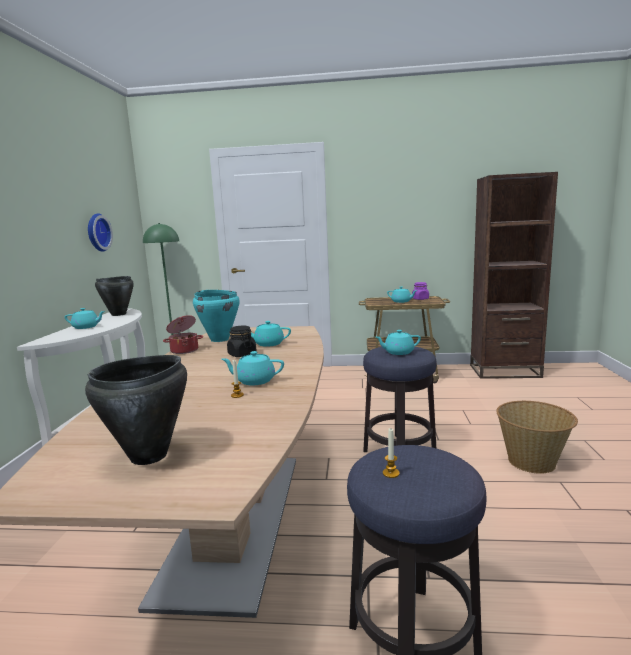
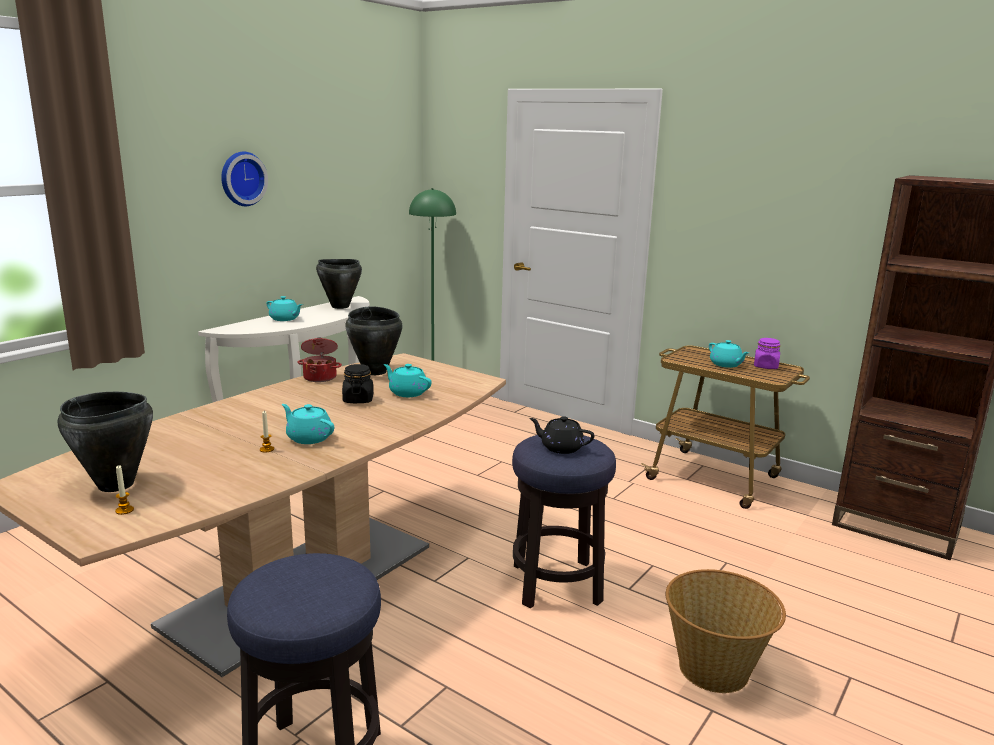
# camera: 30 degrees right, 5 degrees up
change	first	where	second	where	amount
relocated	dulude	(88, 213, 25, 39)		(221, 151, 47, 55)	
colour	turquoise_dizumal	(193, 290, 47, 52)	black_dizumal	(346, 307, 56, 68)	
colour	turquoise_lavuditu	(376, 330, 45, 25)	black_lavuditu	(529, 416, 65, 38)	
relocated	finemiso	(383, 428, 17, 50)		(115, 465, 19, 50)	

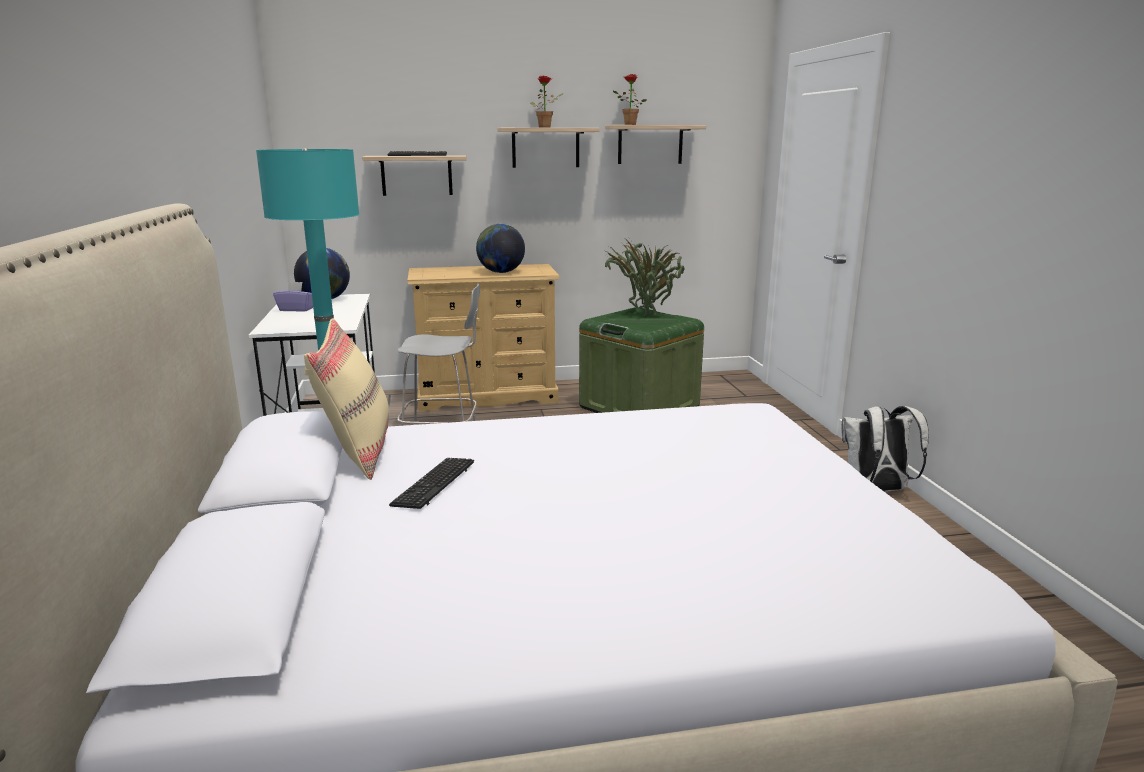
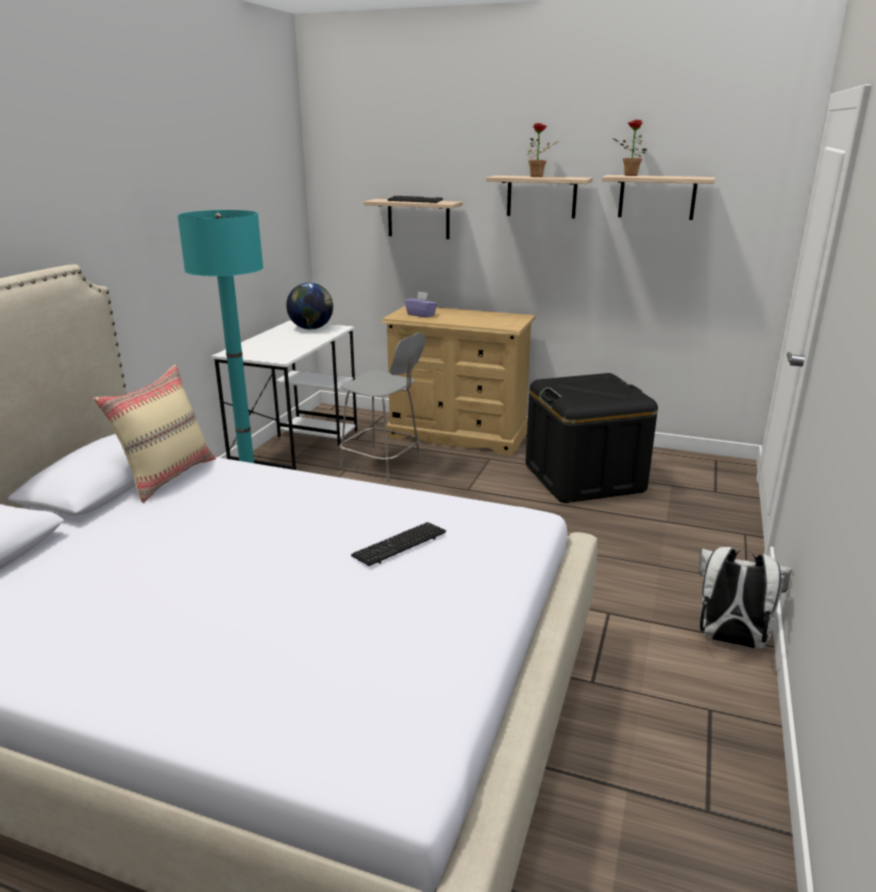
# camera: 30 degrees right, 5 degrees up
change	first	where	second	where	amount
missing	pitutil	(476, 224, 49, 49)			
missing	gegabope	(605, 241, 79, 76)			
relocated	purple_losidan	(273, 282, 40, 30)		(405, 291, 33, 27)	
colour	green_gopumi	(579, 307, 125, 106)	black_gopumi	(526, 373, 132, 130)	
relocated	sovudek	(389, 458, 85, 51)		(351, 522, 95, 44)	

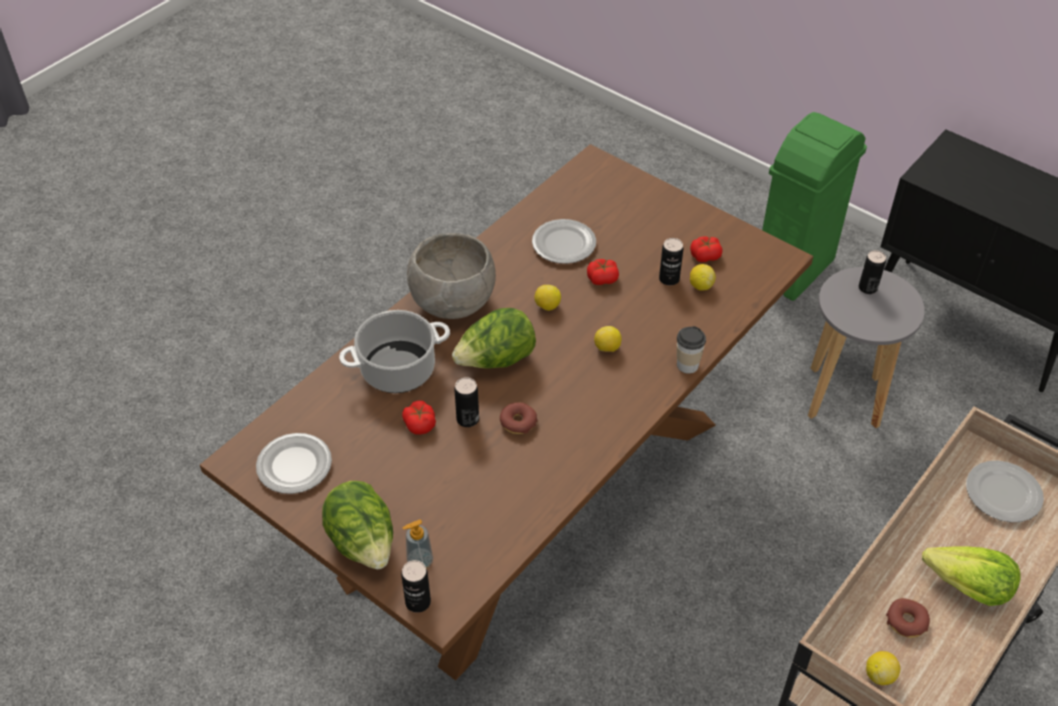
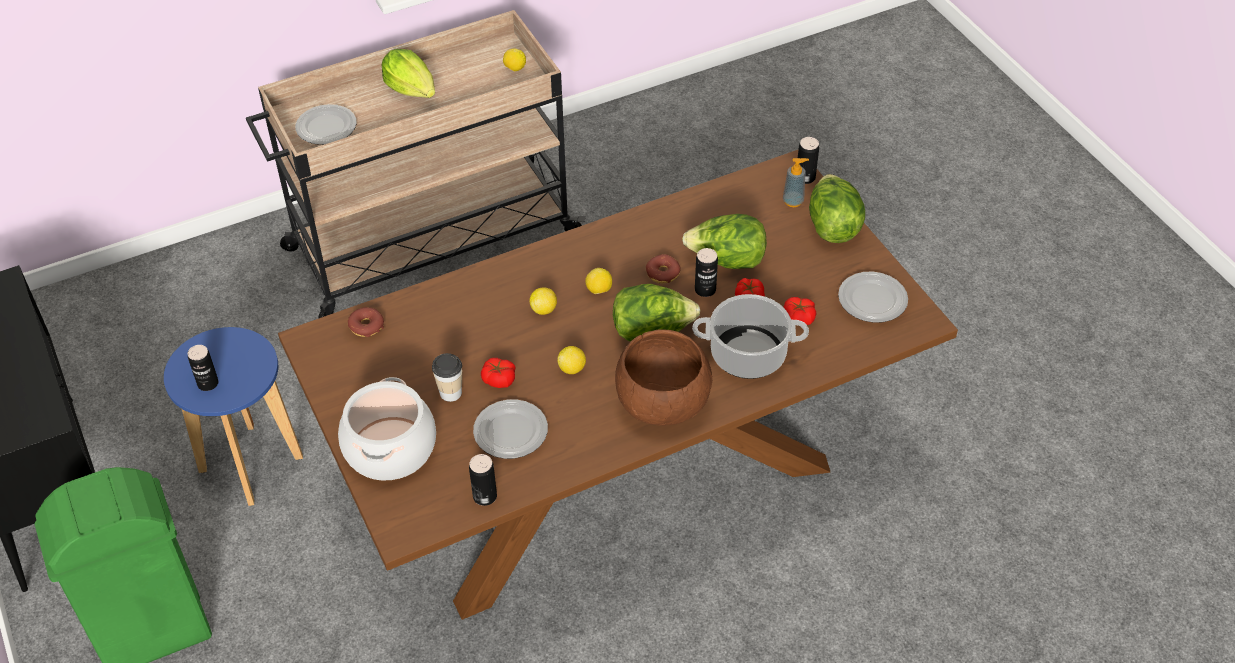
# camera: 155 degrees left, 0 degrees up
change	first	where	second	where	amount
colour	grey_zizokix	(407, 233, 89, 86)	brown_zizokix	(615, 329, 97, 97)	
relocated	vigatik	(690, 236, 32, 26)		(784, 297, 32, 28)	
relocated	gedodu	(659, 238, 25, 47)		(469, 454, 28, 52)	
relocated	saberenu	(690, 264, 26, 27)		(585, 268, 27, 26)	
colour	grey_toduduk	(808, 267, 117, 161)	blue_toduduk	(164, 327, 139, 179)	
relocated	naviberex	(677, 326, 29, 48)		(432, 353, 30, 49)	
relocated	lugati	(886, 598, 44, 40)		(348, 307, 36, 30)	
appeared			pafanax	(682, 214, 85, 55)	
appeared			dizumal	(338, 377, 98, 103)	

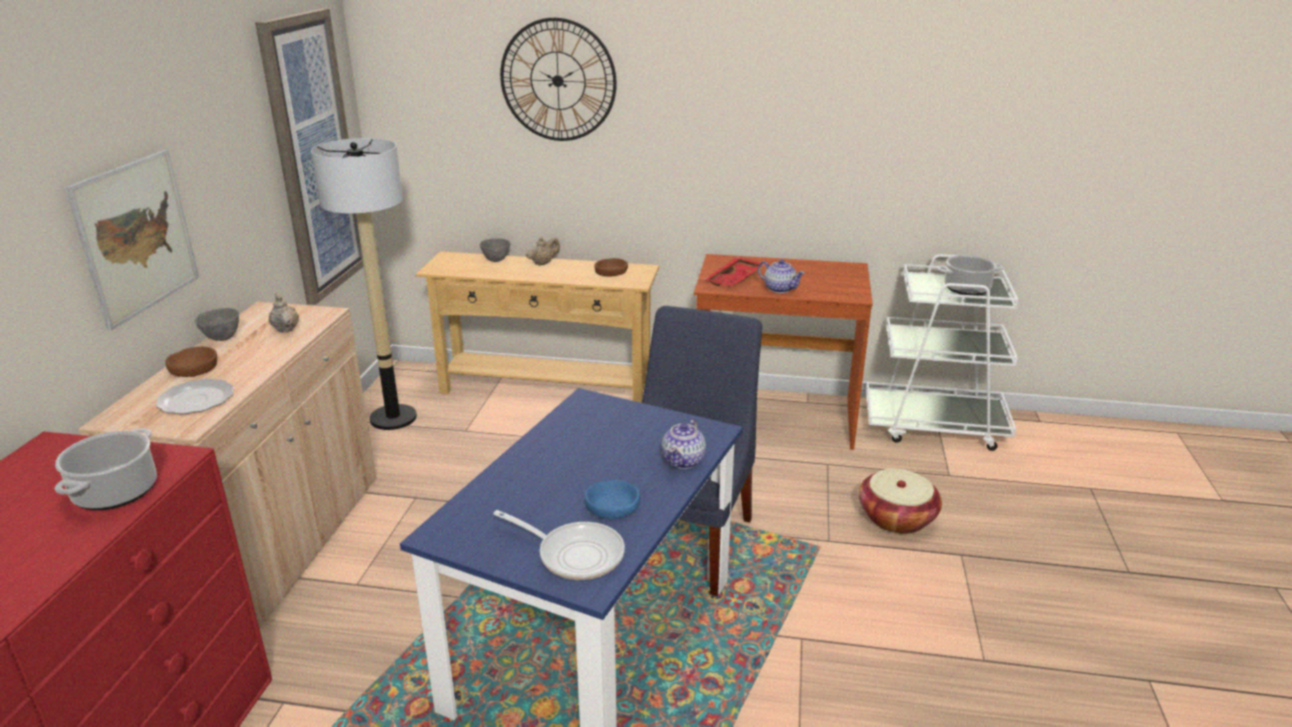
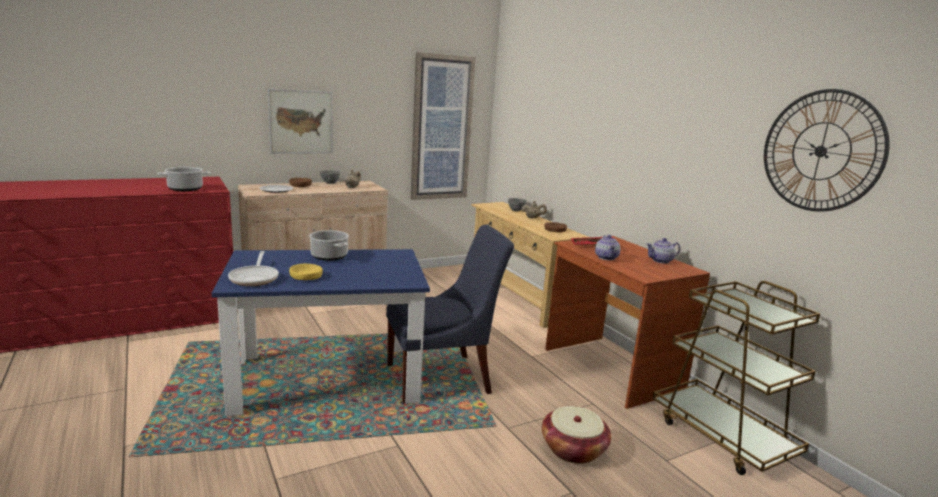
# camera: 50 degrees right, 10 degrees down
change	first	where	second	where	amount
relocated	dulude	(500, 17, 117, 124)		(764, 89, 126, 123)	
missing	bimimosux	(311, 138, 106, 292)			
colour	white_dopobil	(866, 254, 152, 197)	brown_dopobil	(653, 281, 167, 194)	
relocated	dizumal	(937, 255, 67, 41)		(309, 230, 40, 31)	
relocated	lavuditu	(661, 418, 45, 51)		(646, 238, 34, 26)	
colour	blue_zizokix	(585, 480, 55, 39)	yellow_zizokix	(289, 264, 34, 16)	

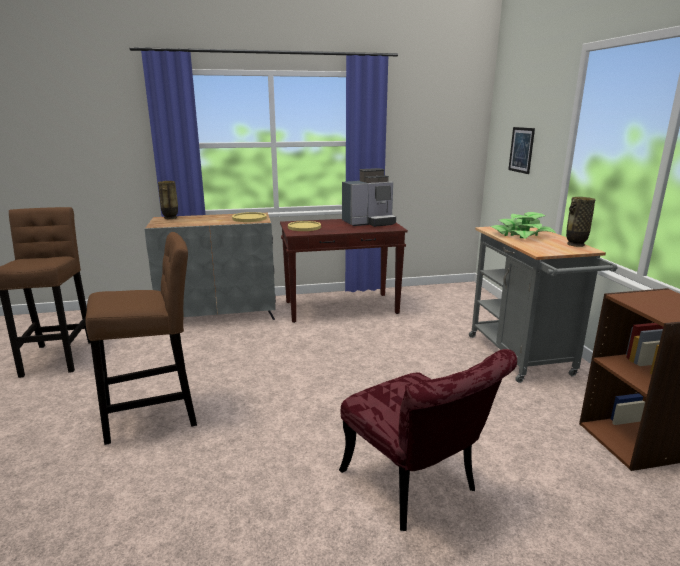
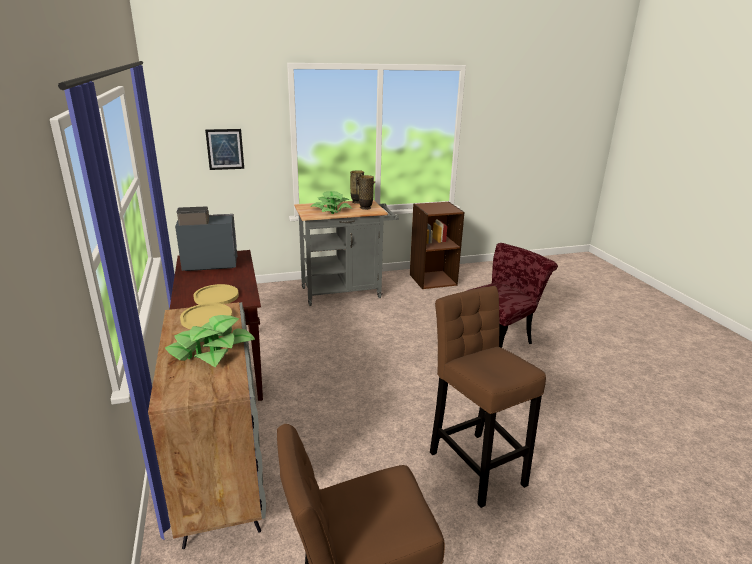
# camera: 95 degrees left, 5 degrees up
change	first	where	second	where	amount
spun	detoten	(342, 168, 54, 59)		(175, 207, 63, 64)	75 degrees counterclockwise
relocated	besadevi	(158, 181, 20, 38)		(356, 175, 19, 35)	
appeared			gegabope	(165, 315, 90, 52)	

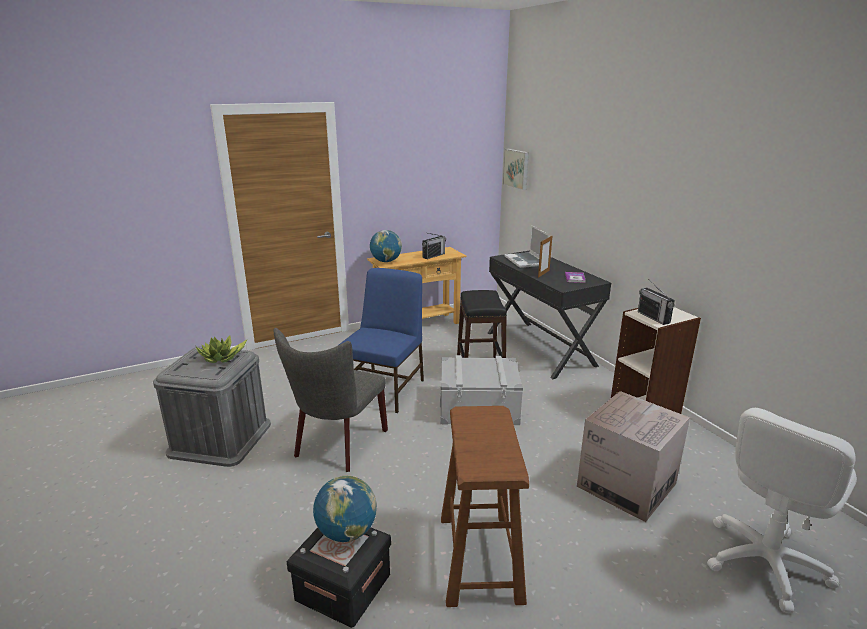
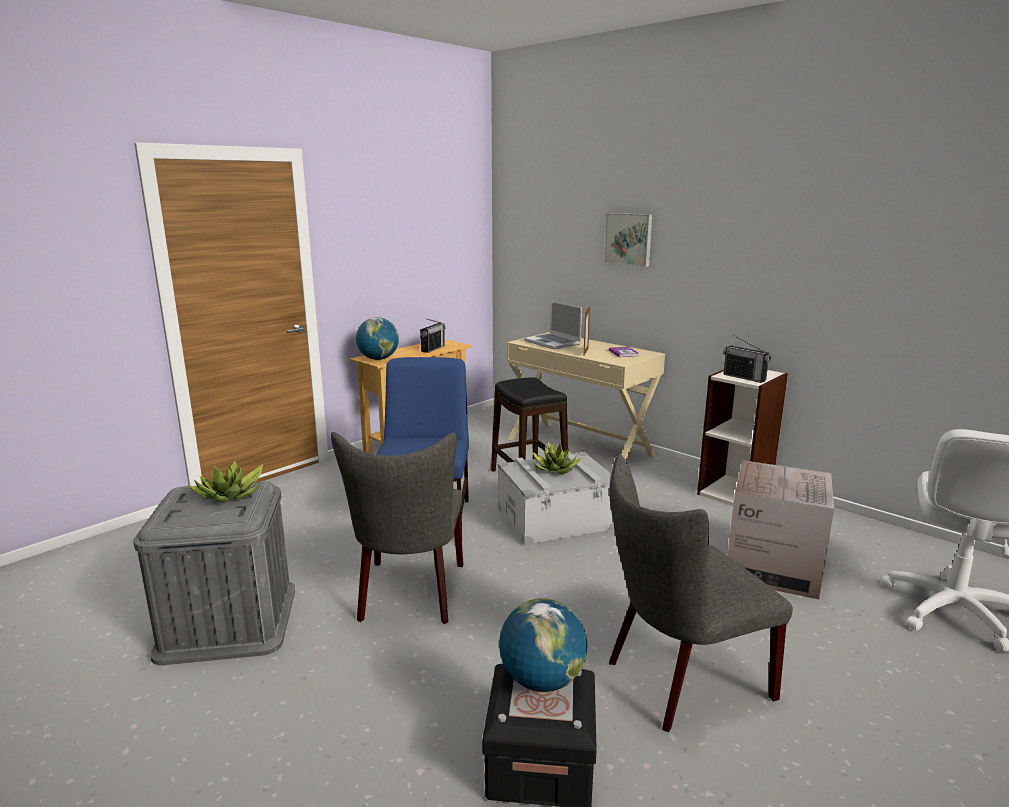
# camera: 20 degrees left, 5 degrees down
change	first	where	second	where	amount
relocated	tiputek	(503, 149, 26, 41)		(604, 213, 48, 54)	
colour	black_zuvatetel	(488, 250, 123, 129)	beige_zuvatetel	(507, 332, 158, 129)	
exchanged	brown_toduduk	(441, 406, 88, 201)	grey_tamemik	(609, 455, 184, 277)	
appeared			gegabope	(532, 442, 49, 32)	

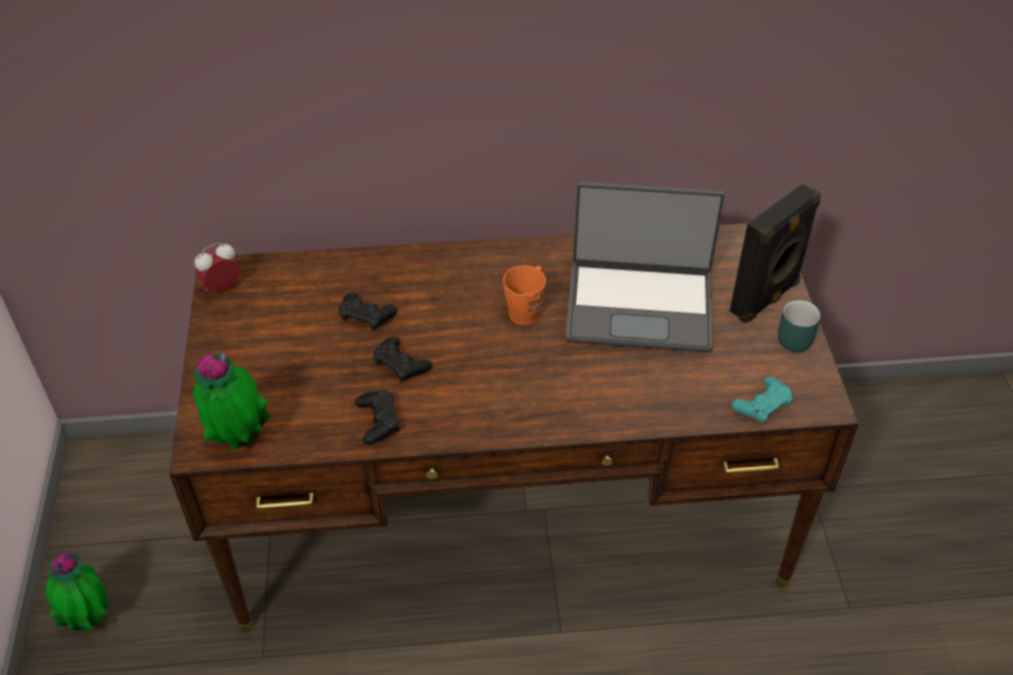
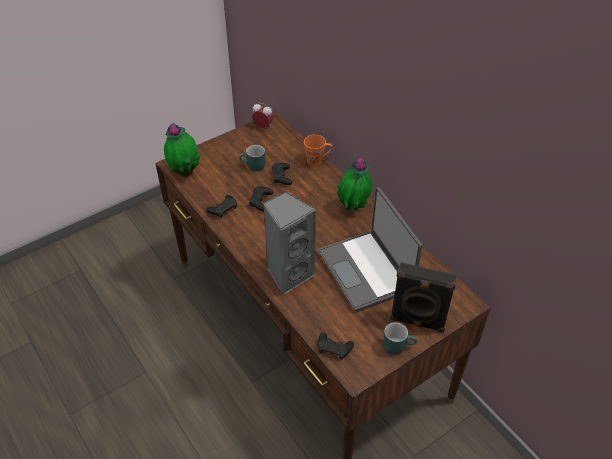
# camera: 60 degrees right, 0 degrees up
change	first	where	second	where	amount
relocated	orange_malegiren	(503, 265, 43, 60)		(304, 135, 28, 31)	
colour	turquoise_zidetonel	(732, 377, 61, 47)	black_zidetonel	(318, 332, 36, 28)	
relocated	gegabope	(46, 553, 63, 80)		(337, 158, 35, 53)	
appeared			turquoise_malegiren	(239, 145, 27, 26)	
appeared			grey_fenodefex	(263, 191, 53, 104)	

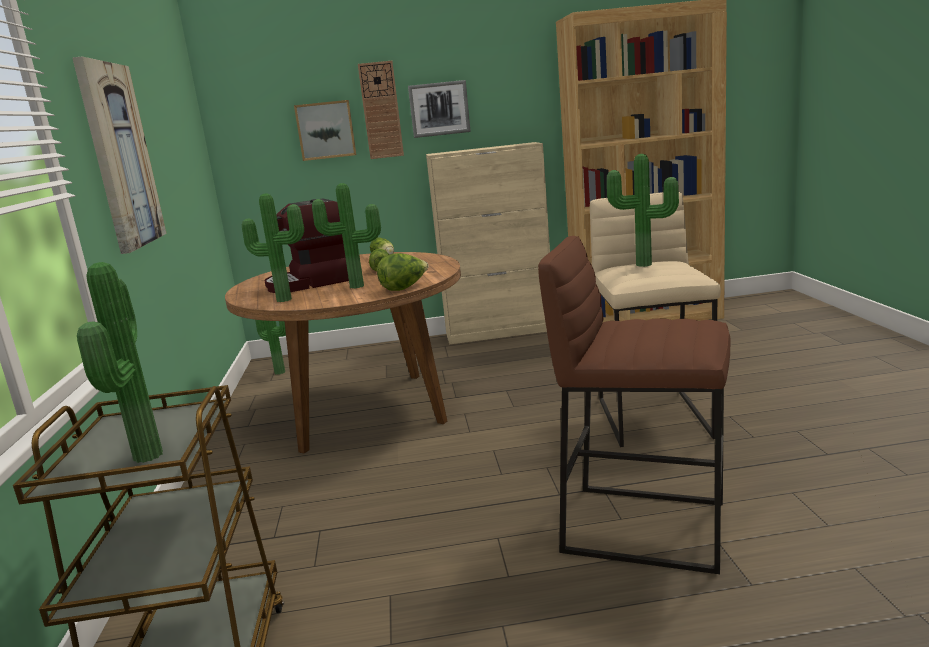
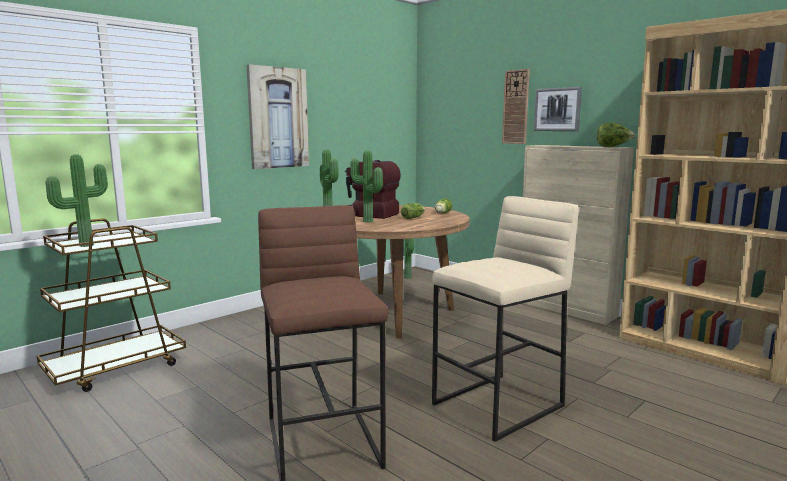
# camera: 50 degrees right, 5 degrees down
change	first	where	second	where	amount
missing	tiputek	(294, 100, 62, 61)			
missing	gegabope	(607, 154, 72, 113)			
relocated	pafanax	(377, 253, 51, 38)		(597, 122, 39, 25)	

